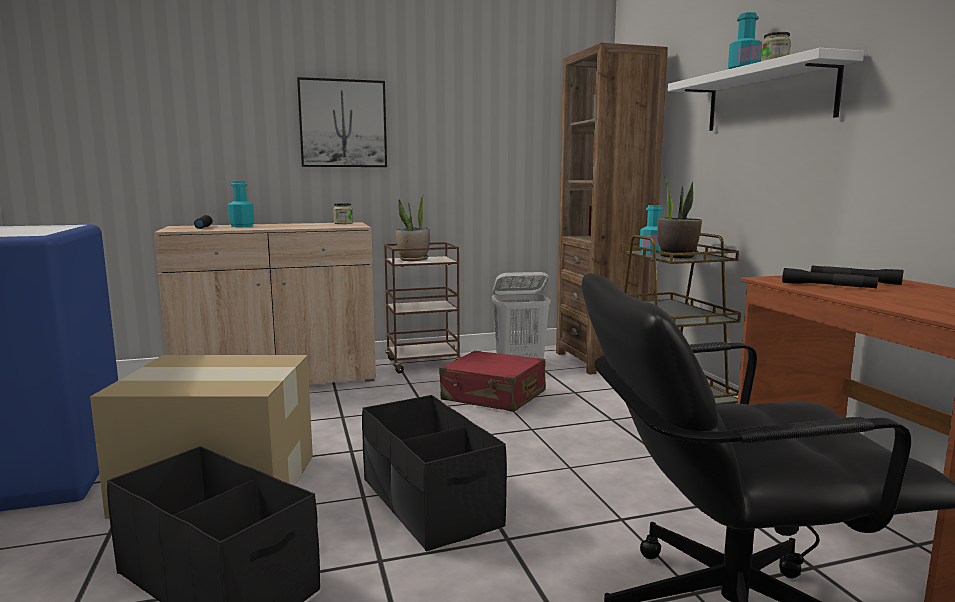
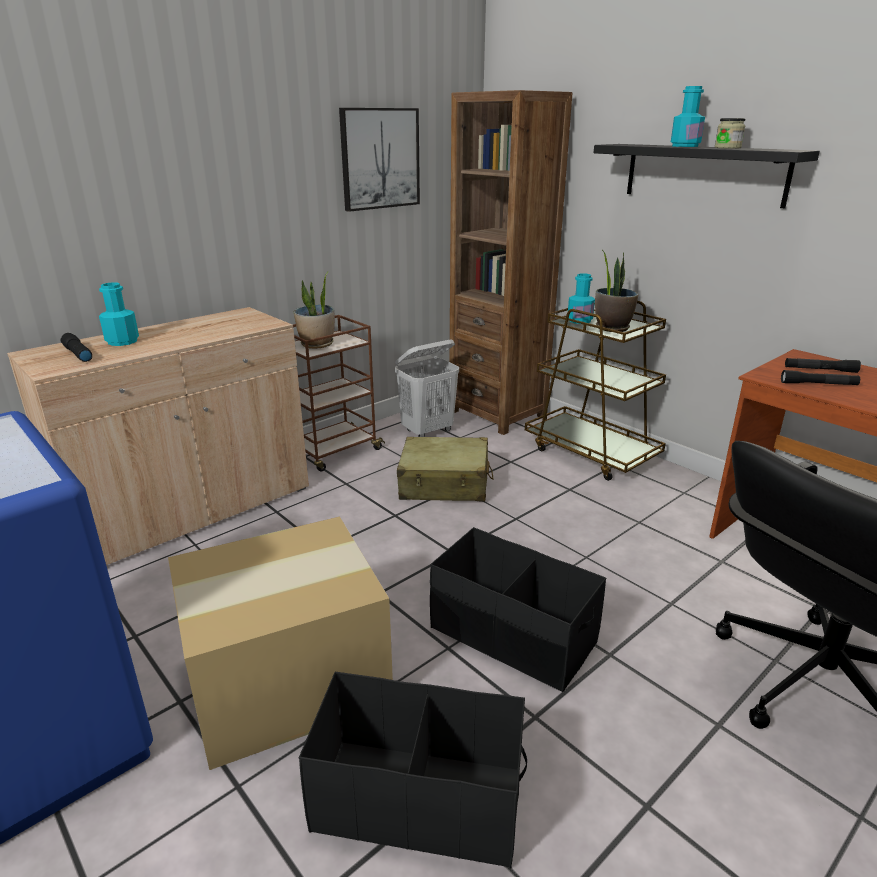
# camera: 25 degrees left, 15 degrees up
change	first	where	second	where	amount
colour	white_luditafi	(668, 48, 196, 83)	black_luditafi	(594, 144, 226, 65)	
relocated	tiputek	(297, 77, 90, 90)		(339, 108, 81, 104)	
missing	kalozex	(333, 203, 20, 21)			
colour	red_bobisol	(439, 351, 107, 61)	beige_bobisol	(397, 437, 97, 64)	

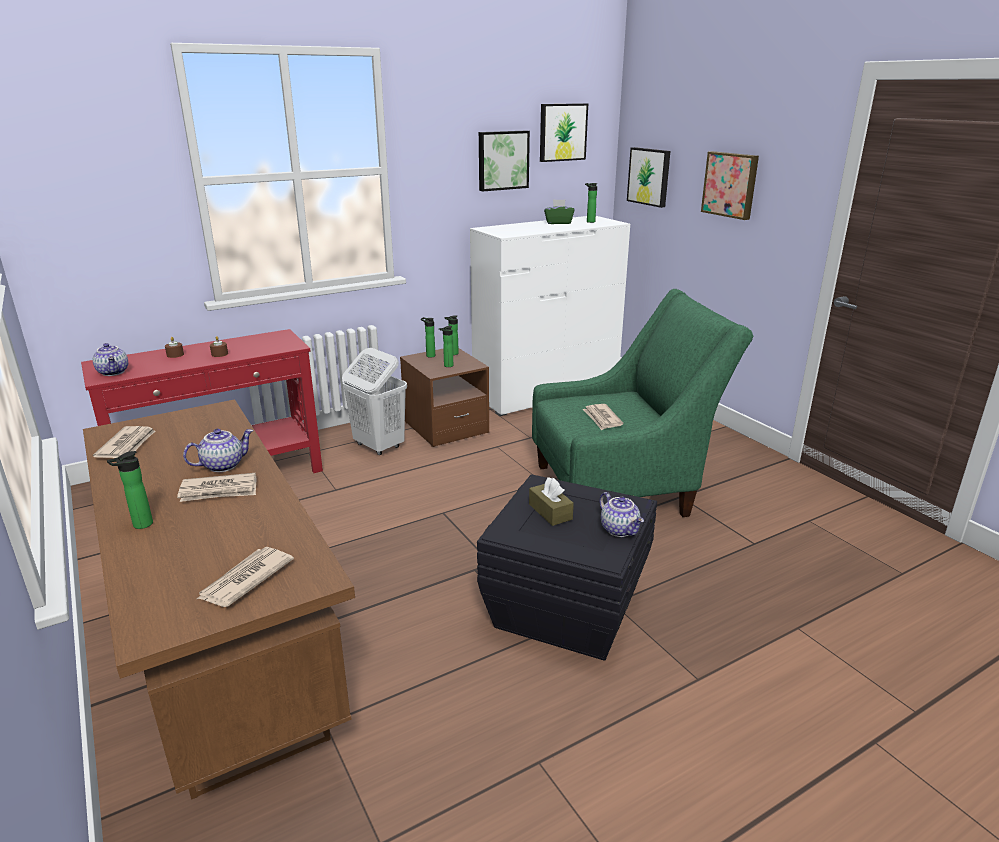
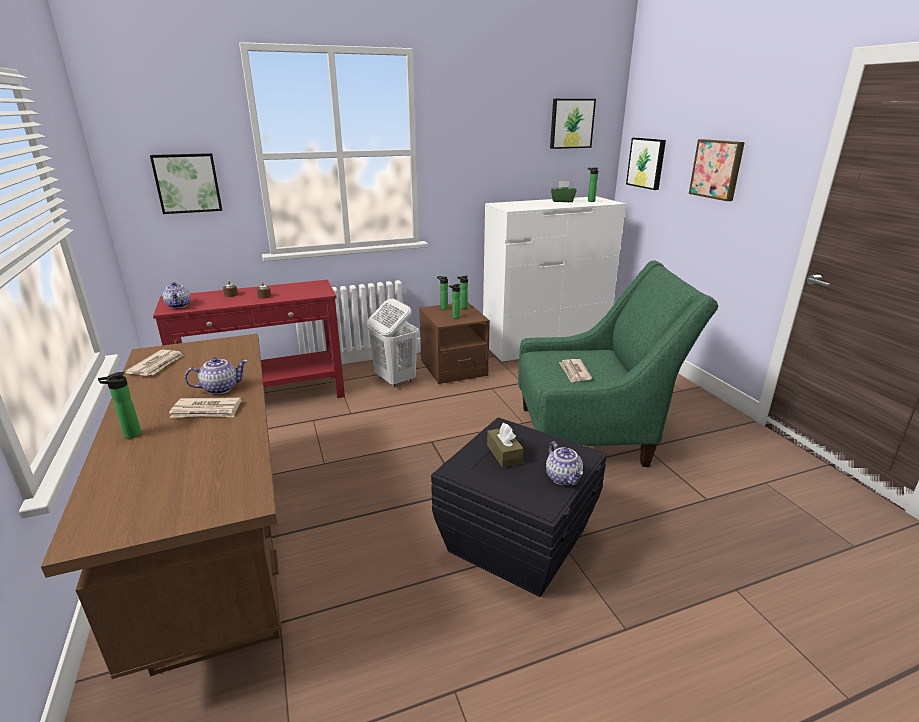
# camera: 10 degrees right, 0 degrees up
change	first	where	second	where	amount
relocated	tiputek	(479, 131, 51, 60)		(150, 153, 72, 61)	
missing	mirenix	(197, 547, 97, 60)			

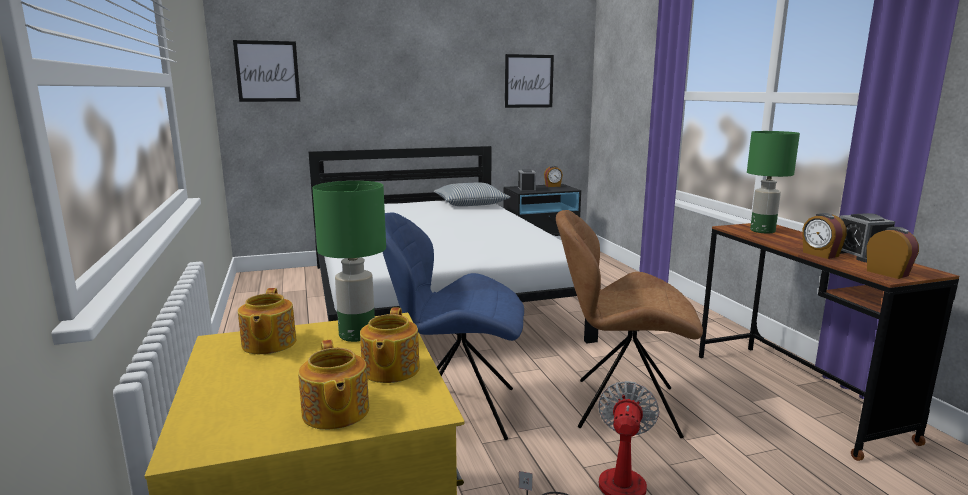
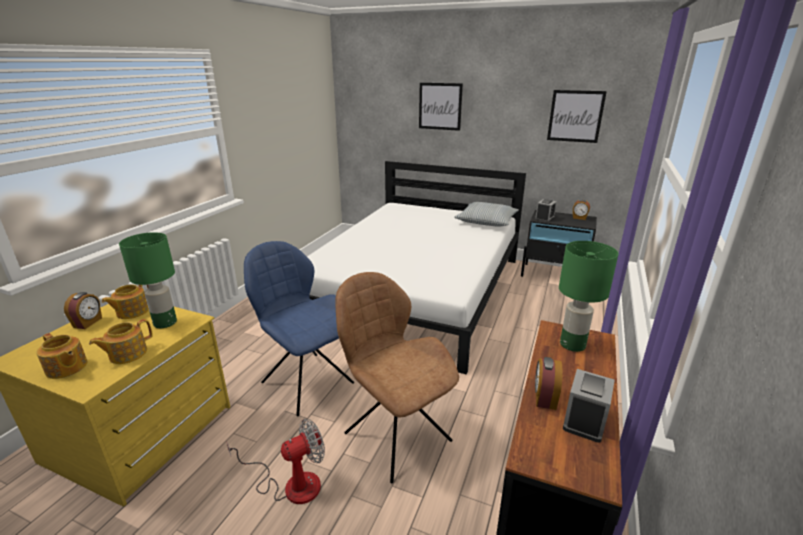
# camera: 40 degrees right, 10 degrees up
change	first	where	second	where	amount
relocated	tiputek	(233, 40, 67, 62)		(419, 83, 44, 48)	
relocated	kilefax	(867, 227, 52, 52)		(64, 292, 38, 37)	
spun	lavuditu	(298, 340, 71, 90)		(37, 333, 50, 46)	75 degrees counterclockwise

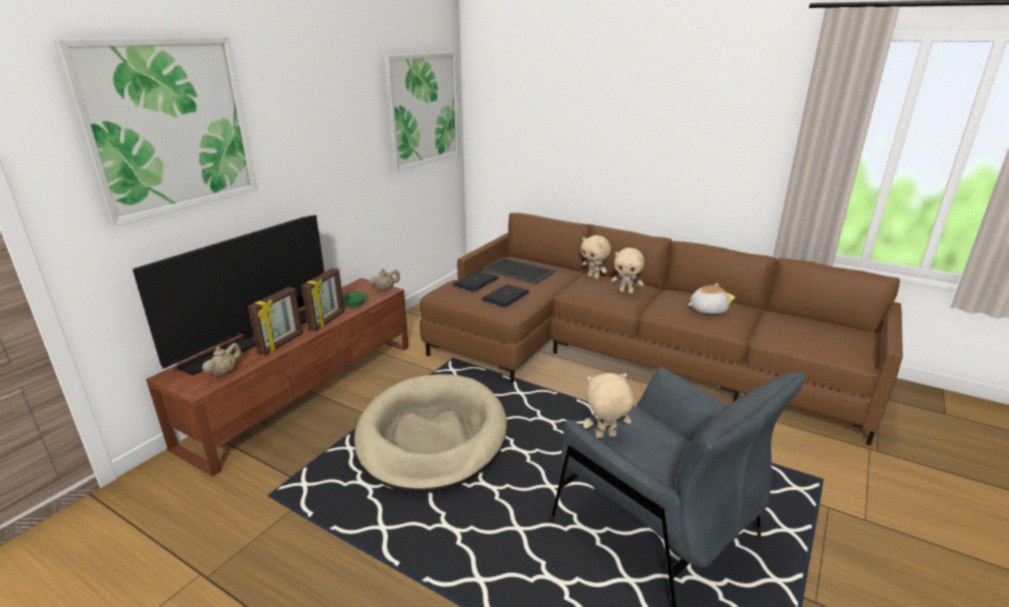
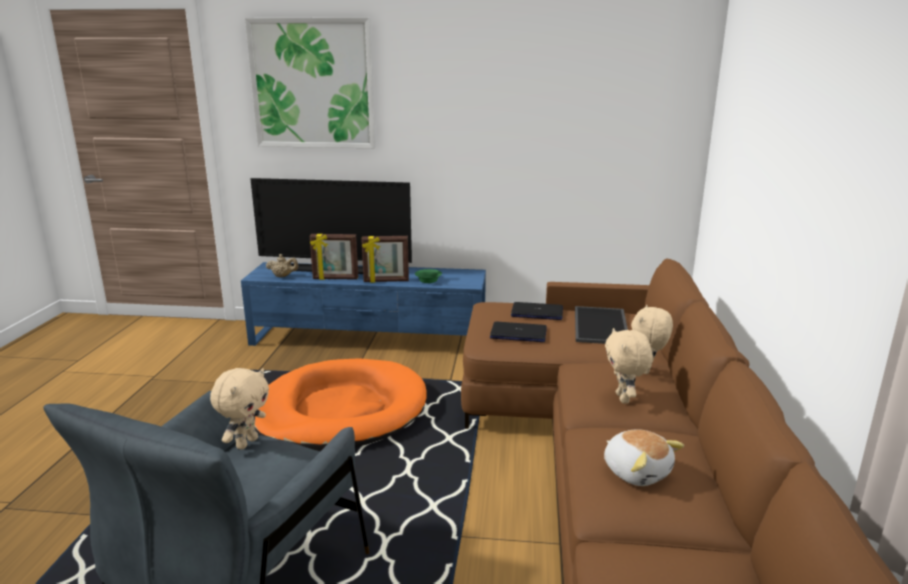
# camera: 65 degrees right, 5 degrees down
change	first	where	second	where	amount
missing	tiputek	(384, 52, 75, 120)			
missing	beige_lavuditu	(368, 269, 32, 22)			
colour	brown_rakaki	(146, 278, 263, 199)	blue_rakaki	(241, 262, 245, 84)	
spun	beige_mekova	(583, 373, 51, 65)		(210, 368, 59, 82)	60 degrees clockwise
colour	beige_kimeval	(354, 374, 153, 119)	orange_kimeval	(255, 358, 172, 93)	

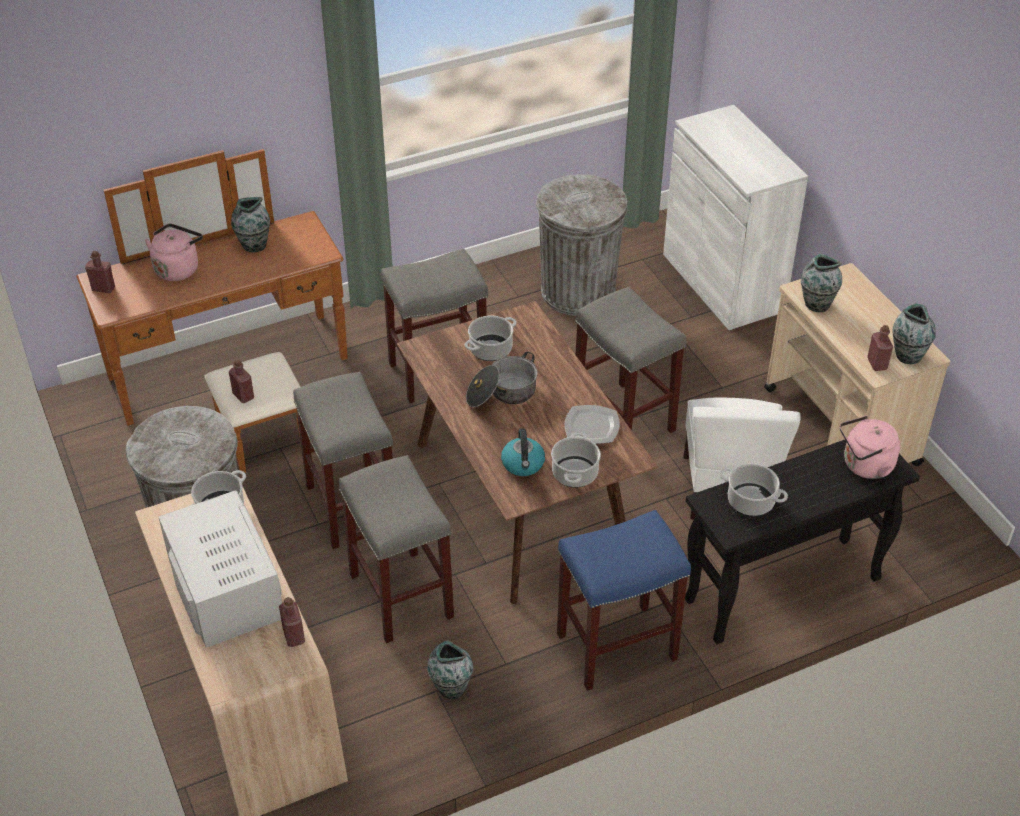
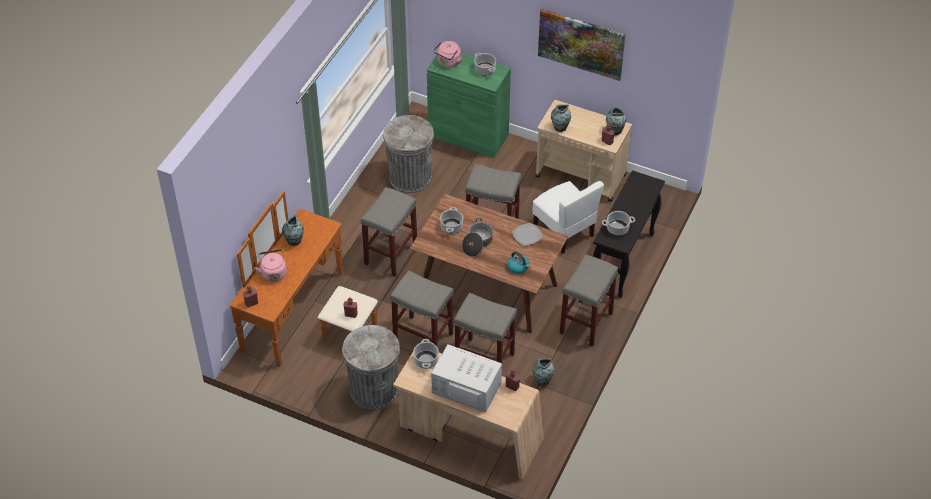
# camera: 40 degrees left, 5 degrees up
change	first	where	second	where	amount
colour	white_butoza	(663, 105, 145, 225)	green_butoza	(427, 53, 84, 105)	
relocated	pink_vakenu	(840, 415, 61, 64)		(433, 41, 30, 26)	
relocated	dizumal	(551, 432, 50, 56)		(474, 53, 22, 23)	
colour	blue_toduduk	(557, 510, 134, 181)	grey_toduduk	(560, 254, 58, 93)	
appeared			tiputek	(538, 9, 88, 72)	

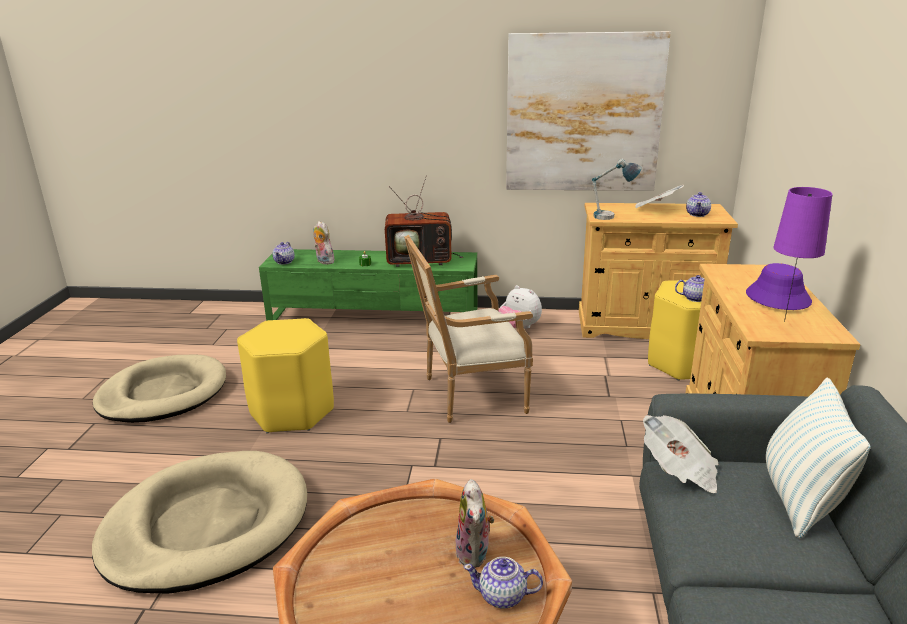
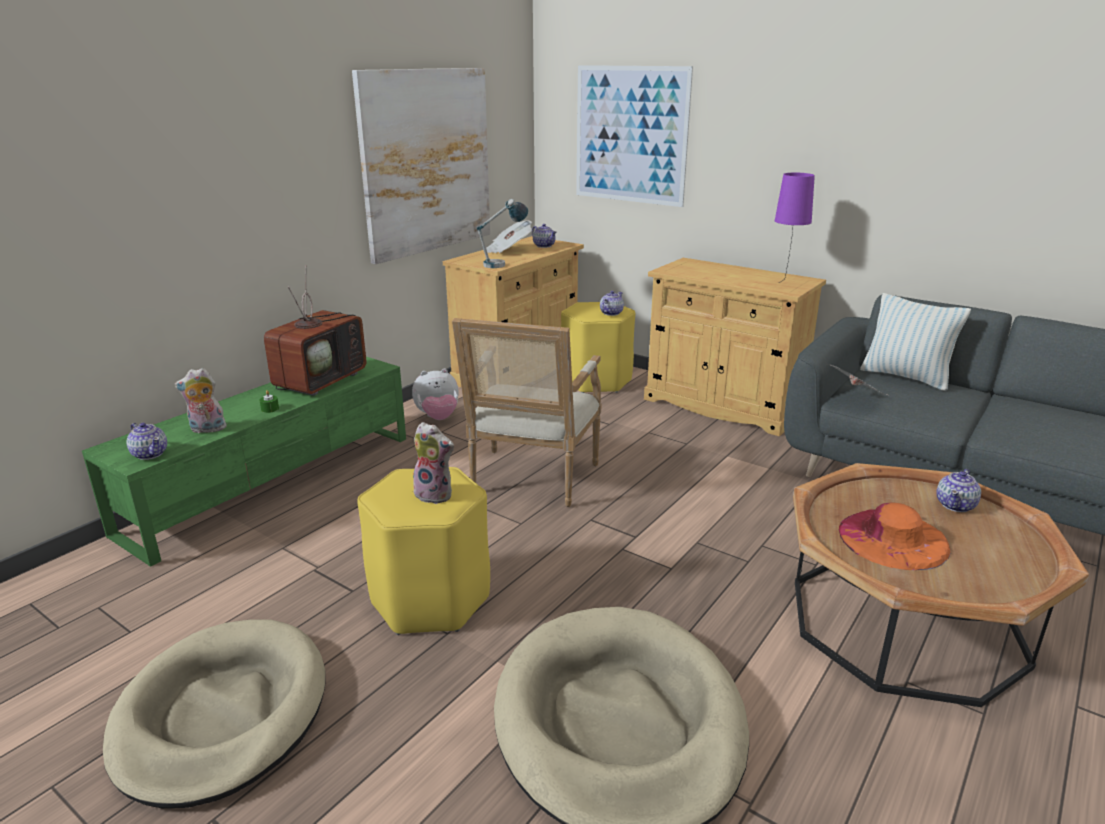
# camera: 60 degrees left, 0 degrees up
change	first	where	second	where	amount
missing	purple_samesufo	(746, 263, 66, 47)			
relocated	mekova	(455, 479, 40, 89)		(413, 422, 42, 82)	
appeared			tiputek	(576, 65, 117, 142)	
appeared			orange_samesufo	(839, 502, 111, 68)	

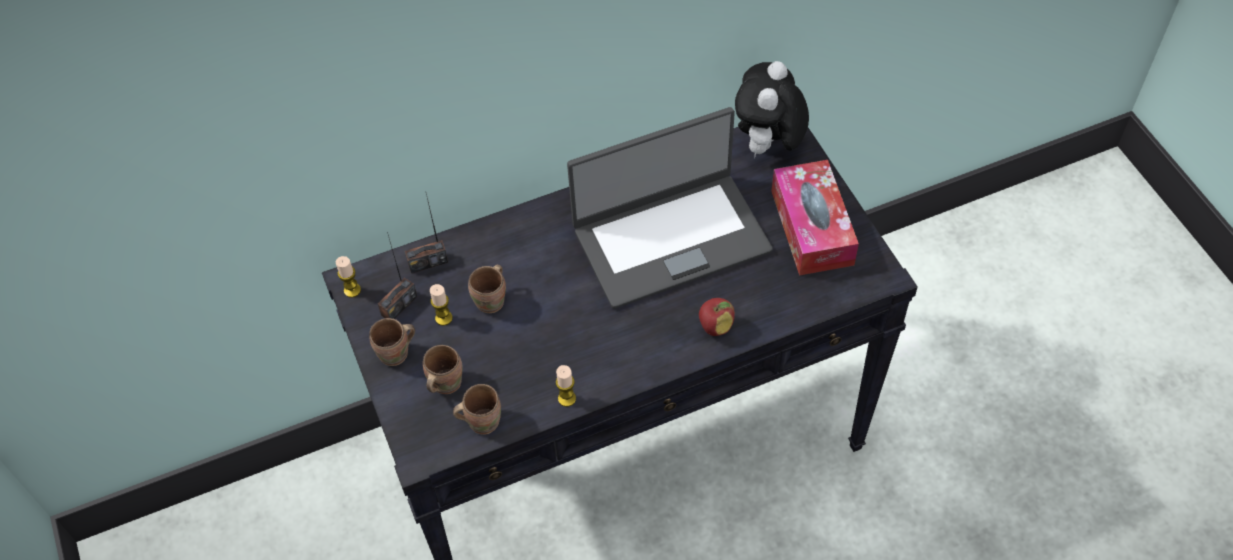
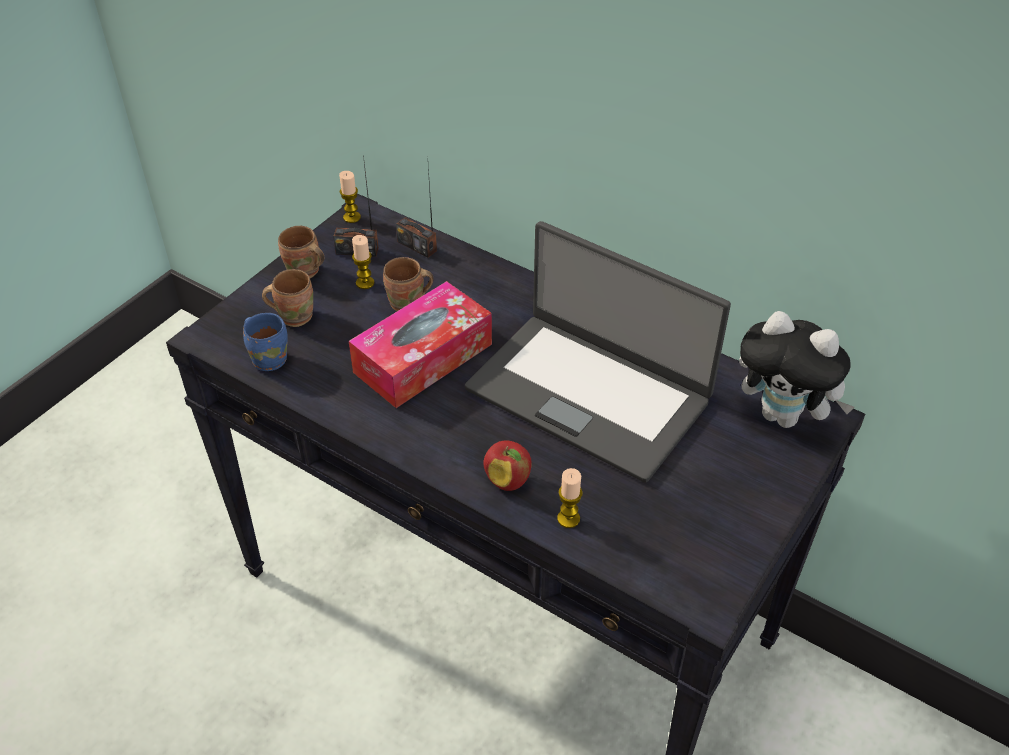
# camera: 55 degrees right, 10 degrees down
change	first	where	second	where	amount
spun	mekova	(735, 61, 74, 96)		(739, 311, 116, 117)	135 degrees counterclockwise
relocated	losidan	(771, 160, 88, 116)		(349, 281, 143, 127)	
relocated	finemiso	(556, 365, 20, 42)		(557, 468, 26, 60)	
colour	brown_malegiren	(453, 384, 48, 51)	blue_malegiren	(243, 313, 45, 58)	

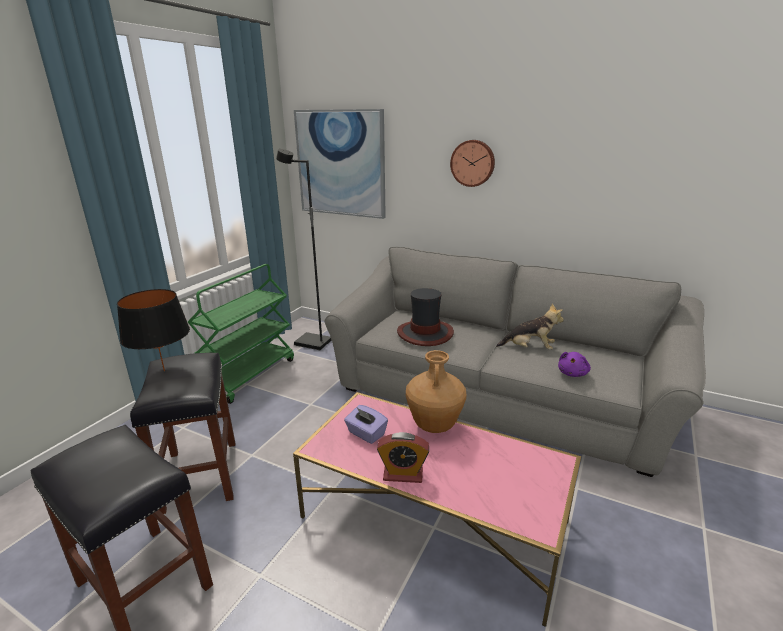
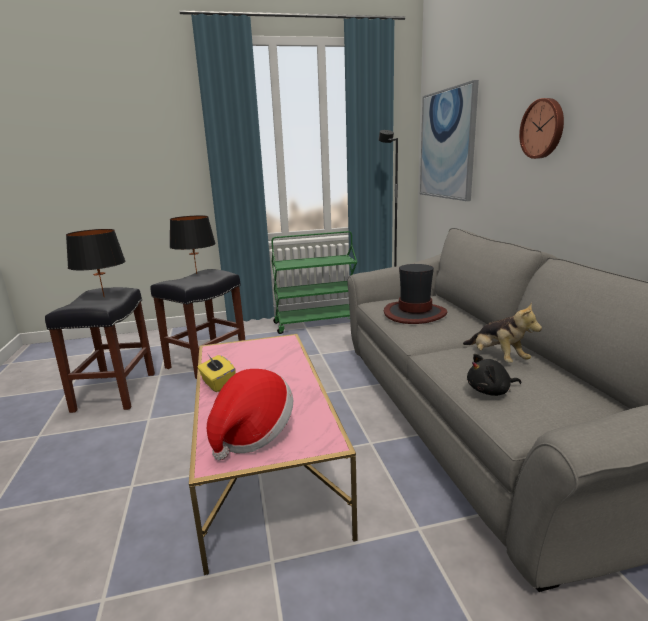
# camera: 50 degrees right, 5 degrees down
change	first	where	second	where	amount
missing	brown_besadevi	(406, 350, 60, 83)			
colour	purple_mekova	(558, 352, 33, 25)	black_mekova	(467, 354, 54, 42)	
missing	purple_losidan	(344, 405, 44, 39)			
exchanged	kilefax	(377, 432, 52, 51)	yellow_losidan	(197, 355, 39, 37)	
appeared			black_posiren	(66, 229, 60, 68)	
appeared			samesufo	(207, 369, 86, 91)	

